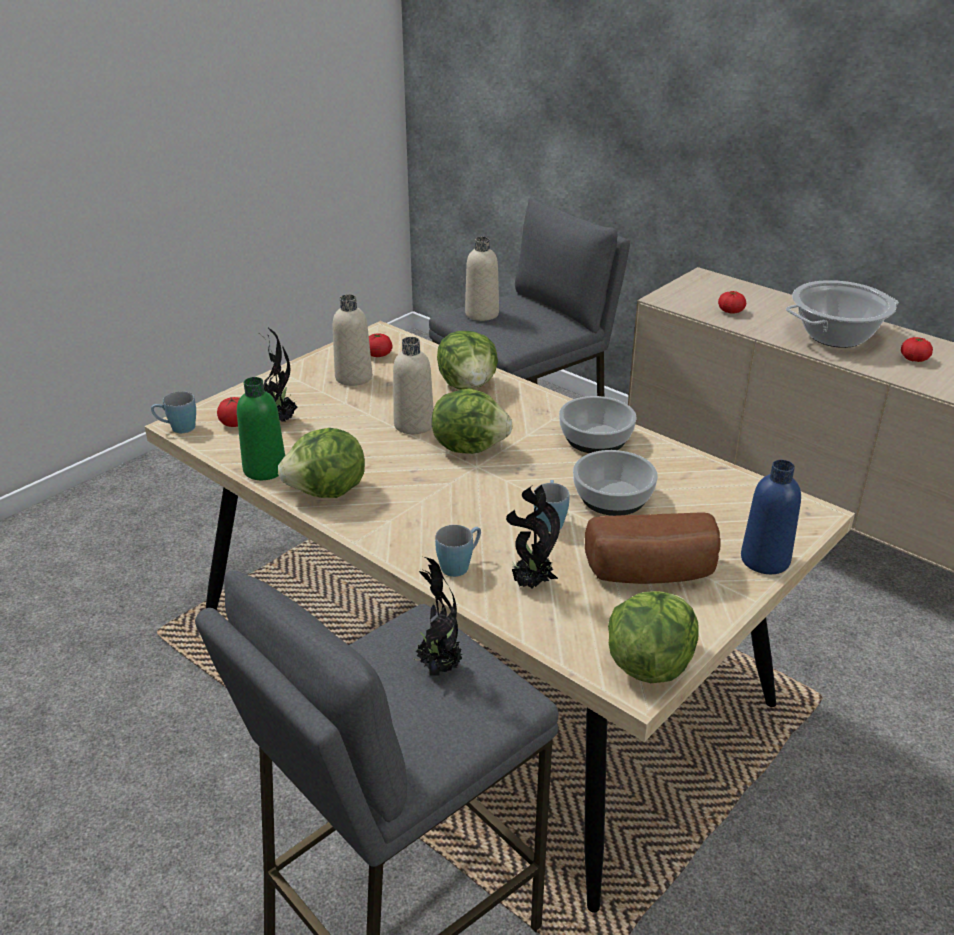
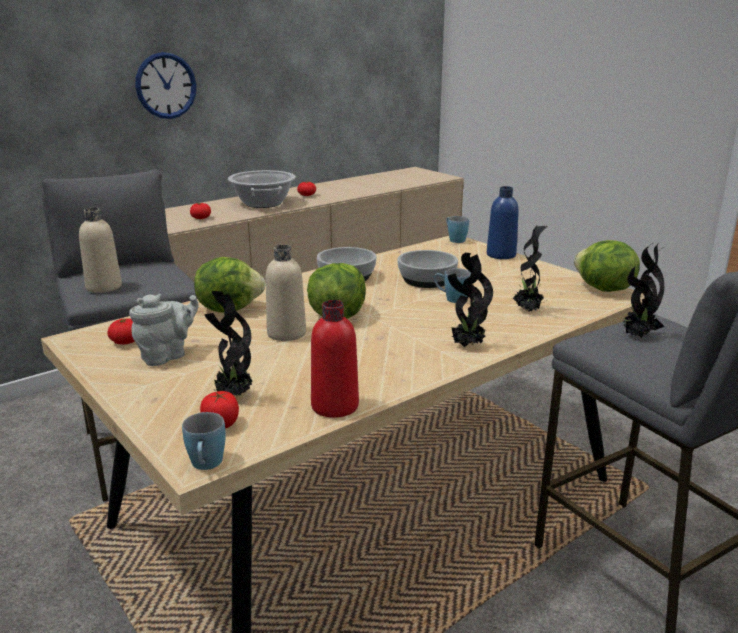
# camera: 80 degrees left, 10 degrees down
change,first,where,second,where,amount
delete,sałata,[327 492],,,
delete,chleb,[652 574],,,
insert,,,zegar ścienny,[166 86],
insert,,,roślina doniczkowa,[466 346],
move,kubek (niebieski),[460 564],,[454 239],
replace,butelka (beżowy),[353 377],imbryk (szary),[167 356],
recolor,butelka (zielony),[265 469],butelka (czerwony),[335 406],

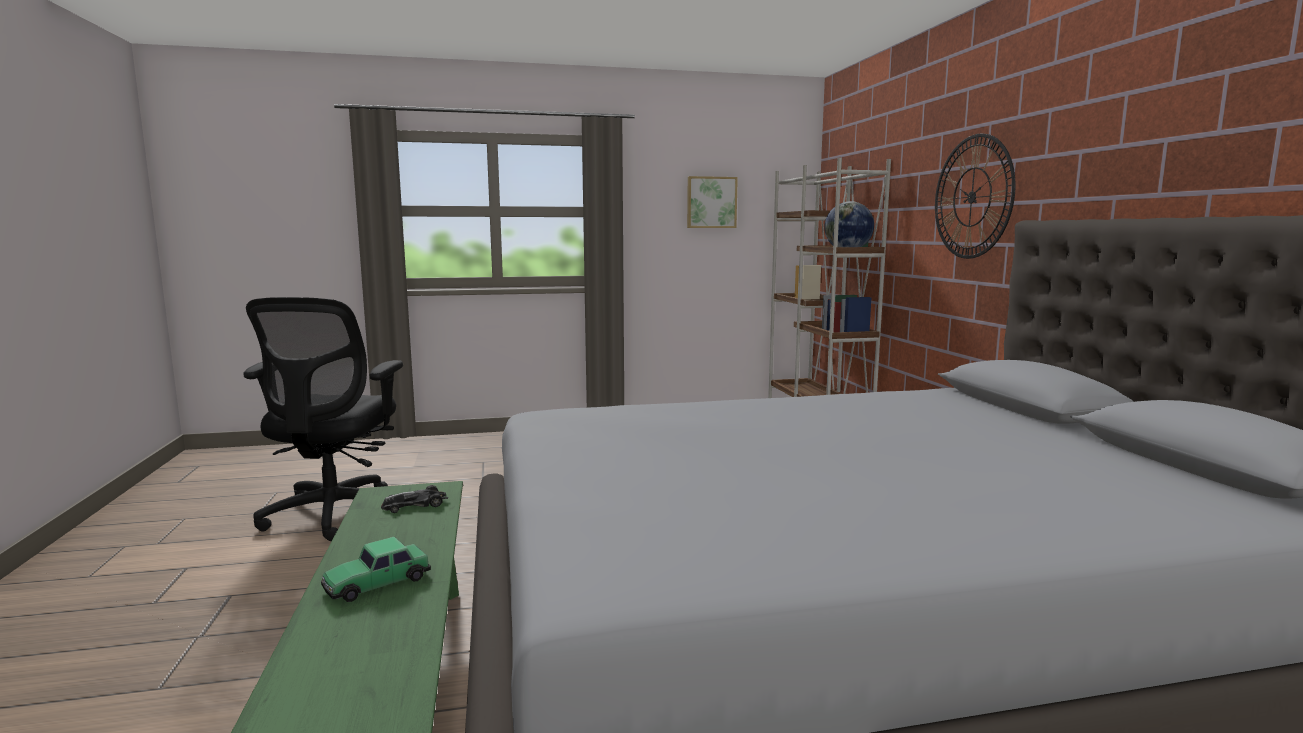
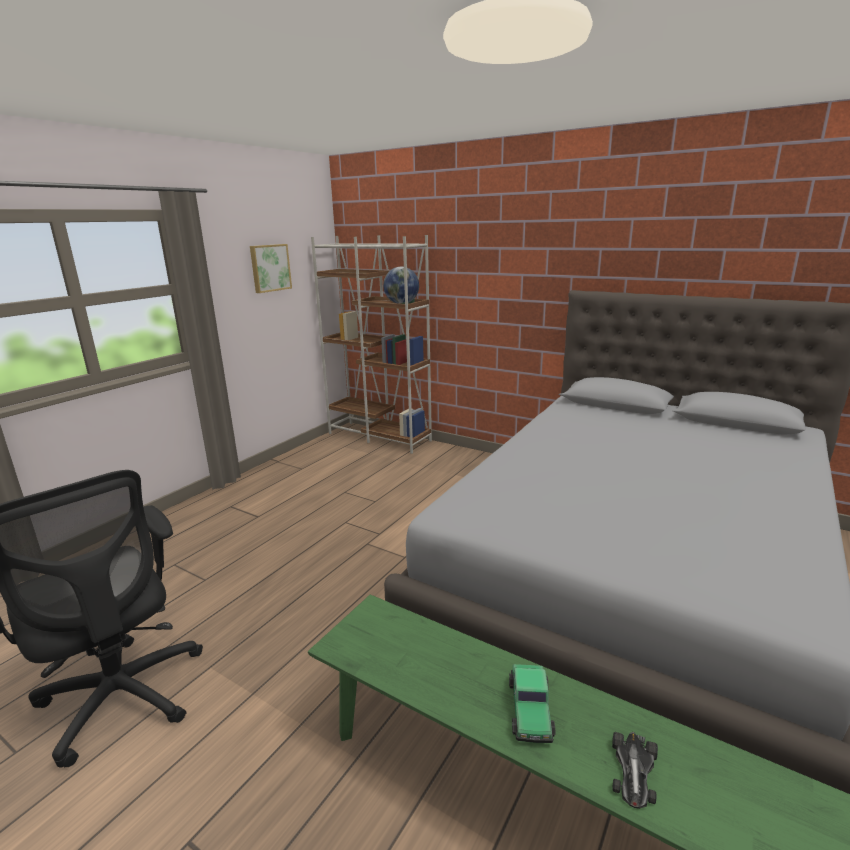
# camera: 45 degrees left, 10 degrees up
change,first,where,second,where,amount
delete,zegar ścienny,[972 197],,,
move,samochodzik,[415 504],,[633 771],

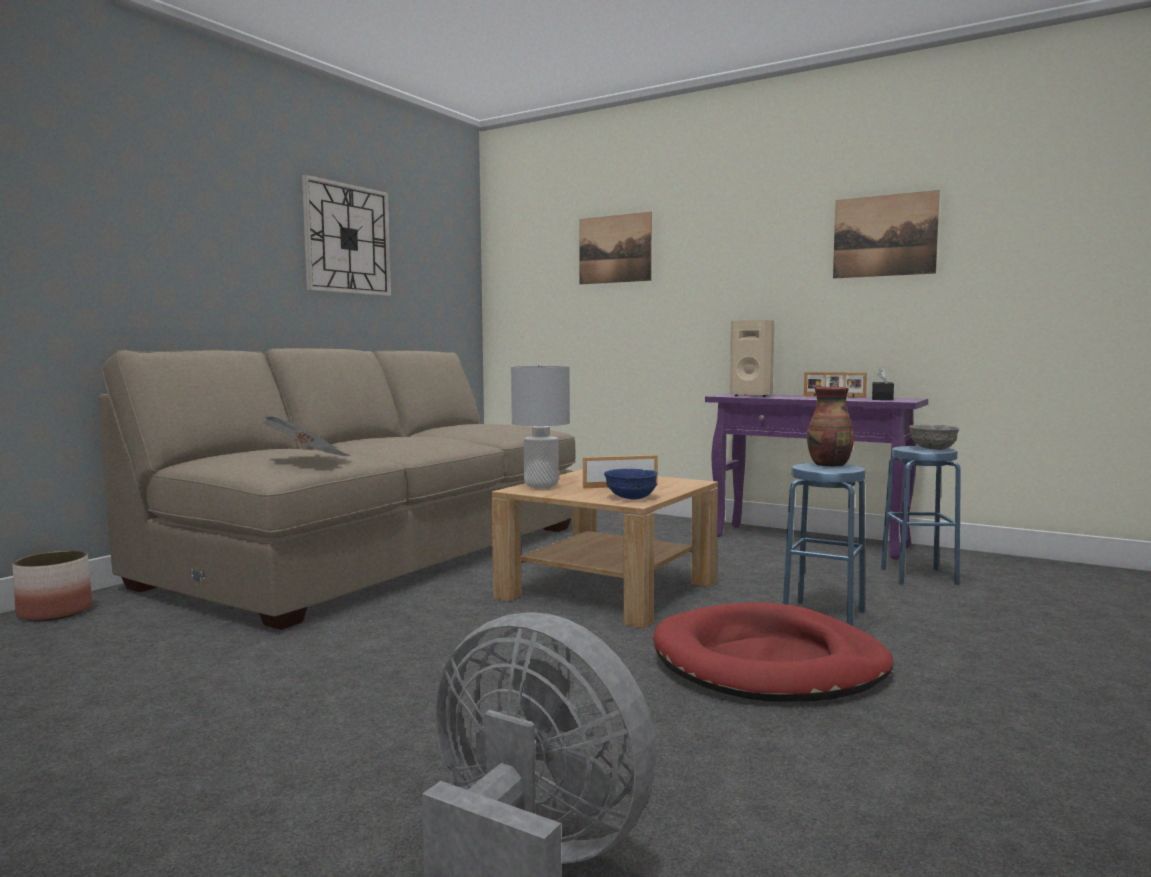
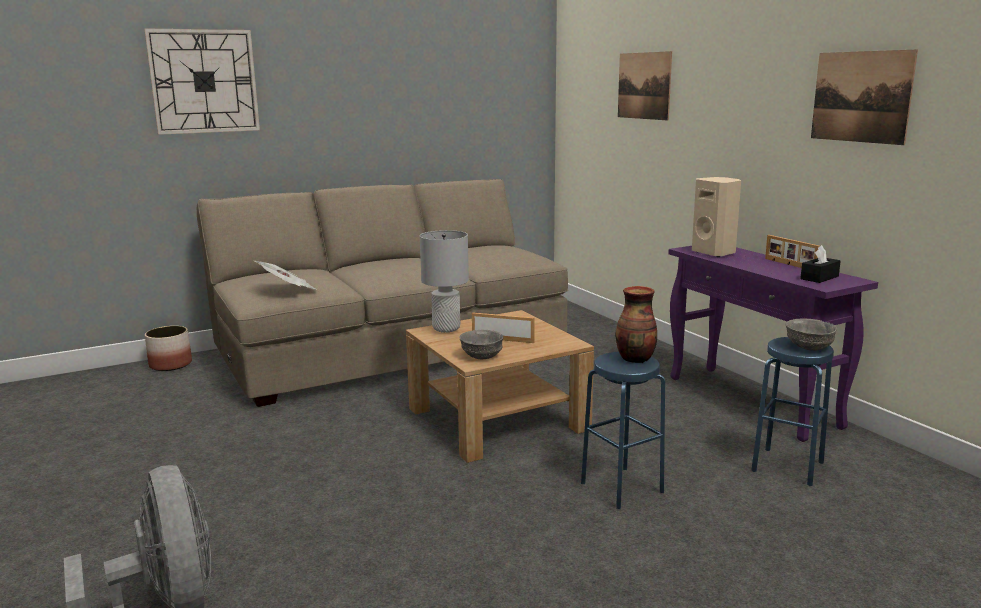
# camera: 30 degrees right, 10 degrees up
change,first,where,second,where,amount
delete,legowisko (czerwony),[769 663],,,
move,zegar ścienny,[347 239],,[204 81],
recolor,miska (niebieski),[631 497],miska (szary),[482 356],

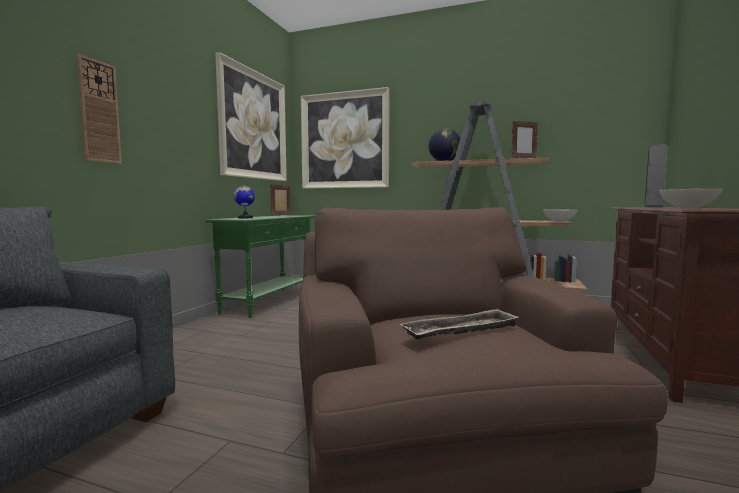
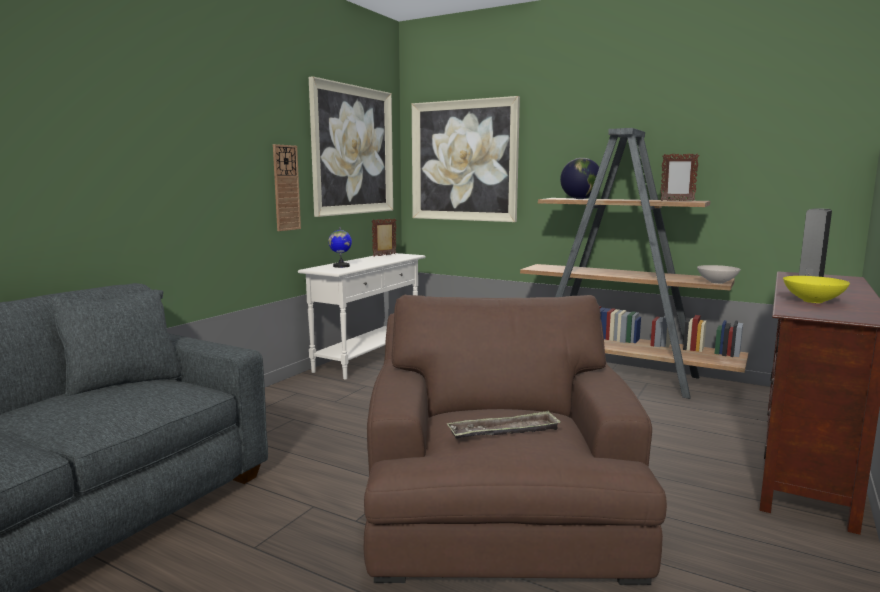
# camera: 10 degrees right, 5 degrees up
change,first,where,second,where,amount
move,zegar ścienny,[99 112],,[286 188],
recolor,stolik konsolowy (zielony),[269 302],stolik konsolowy (biały),[369 358],
recolor,miska (biały),[688 208],miska (żółty),[813 301],

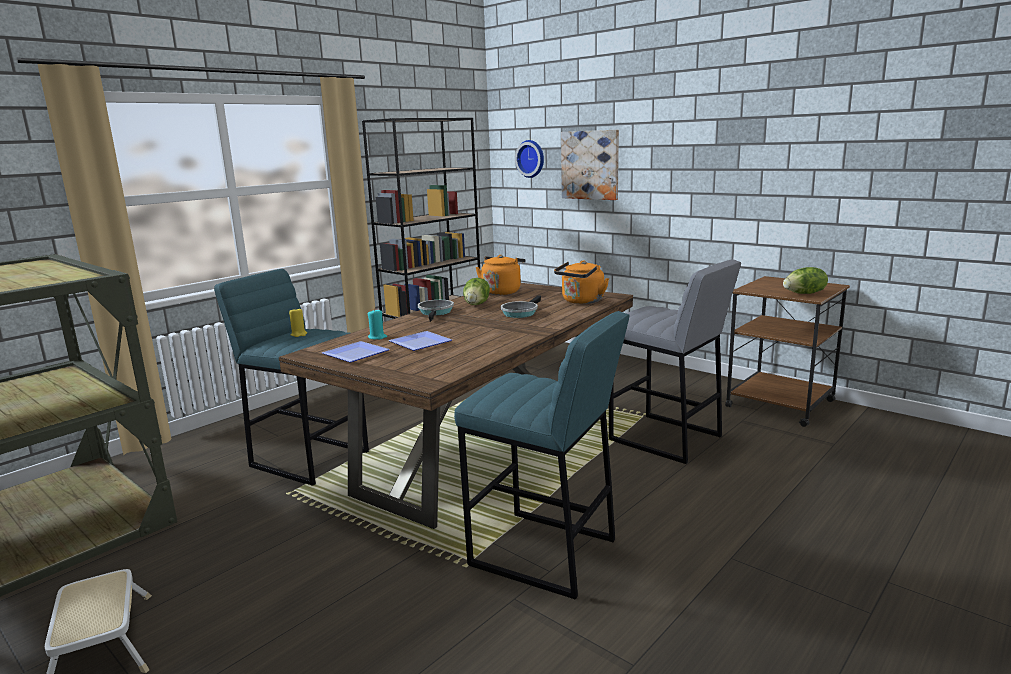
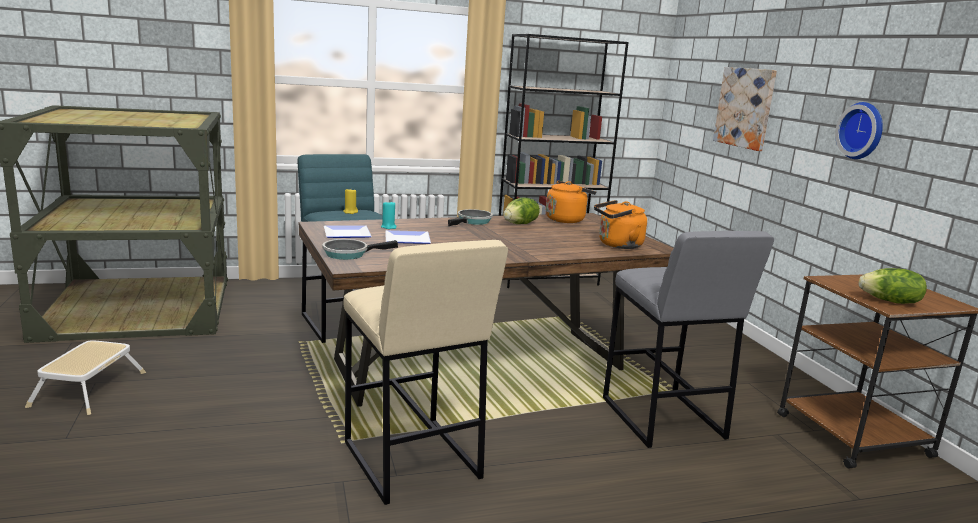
# camera: 30 degrees right, 0 degrees up
change,first,where,second,where,amount
move,patelnia,[520 313],,[349 254],
move,zegar ścienny,[531 158],,[863 131],
recolor,stołek (turkusowy),[546 553],stołek (beżowy),[413 462],

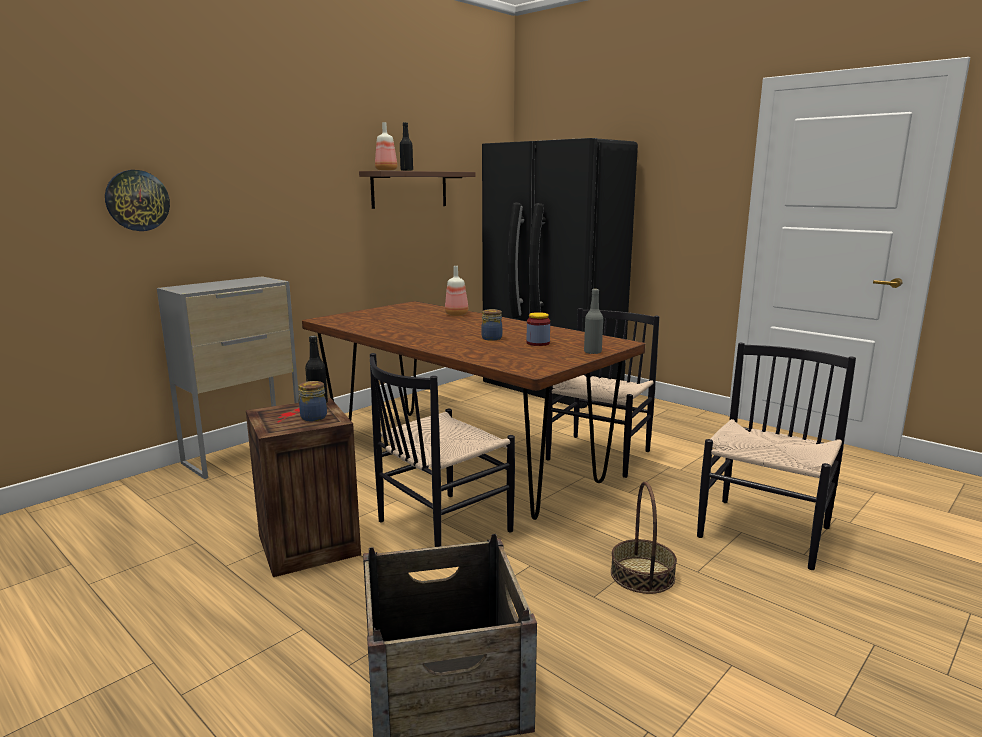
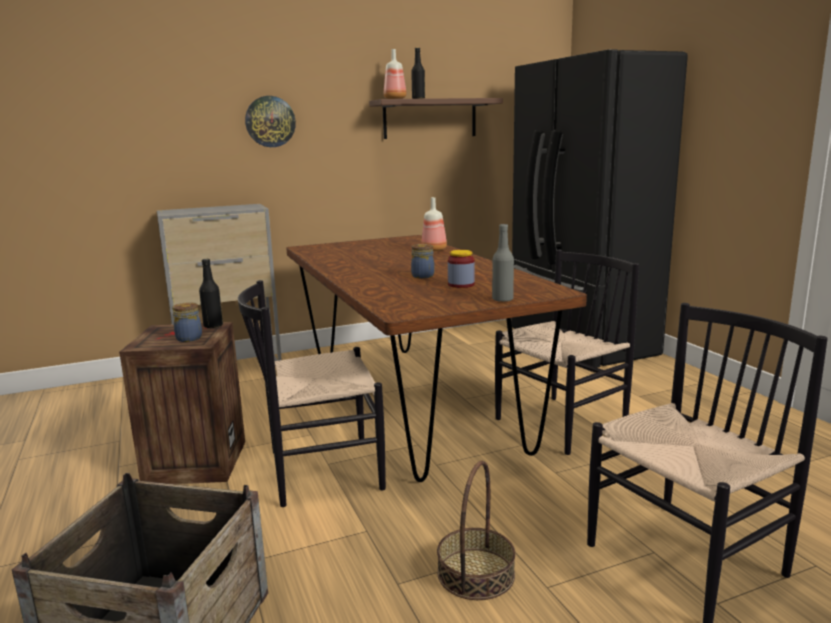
# camera: 25 degrees right, 0 degrees up
change,first,where,second,where,amount
move,zegar ścienny,[137 200],,[270 121],

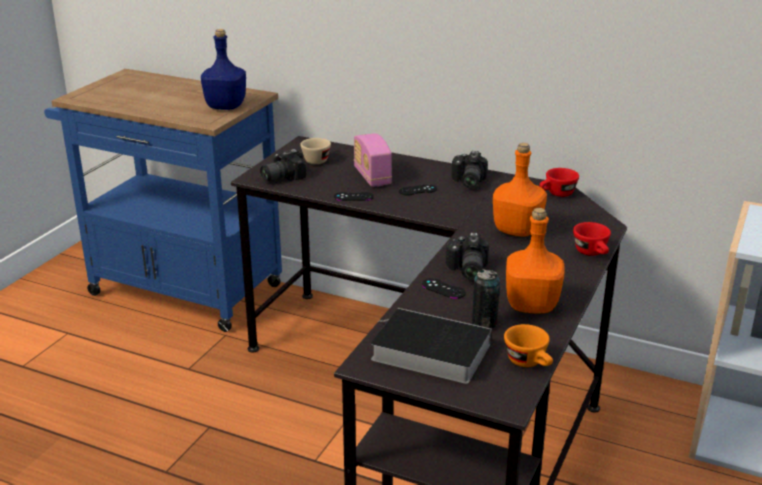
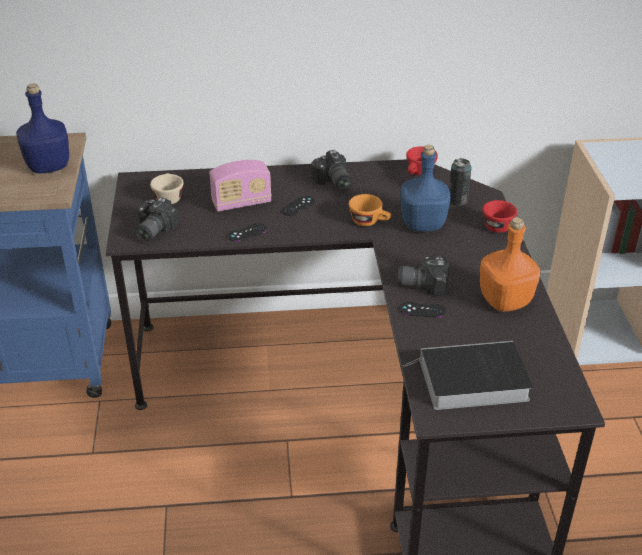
# camera: 30 degrees left, 10 degrees up
change,first,where,second,where,amount
move,puszka,[484 323],,[457 200],
move,filiżanka (pomarańczowy),[529 363],,[369 222],
recolor,butelka (pomarańczowy),[518 230],butelka (niebieski),[423 224],
rotate,radio,[372 177],,[241 203],60 degrees counterclockwise
rotate,aparat fotograficzny,[466 270],,[422 283],120 degrees clockwise

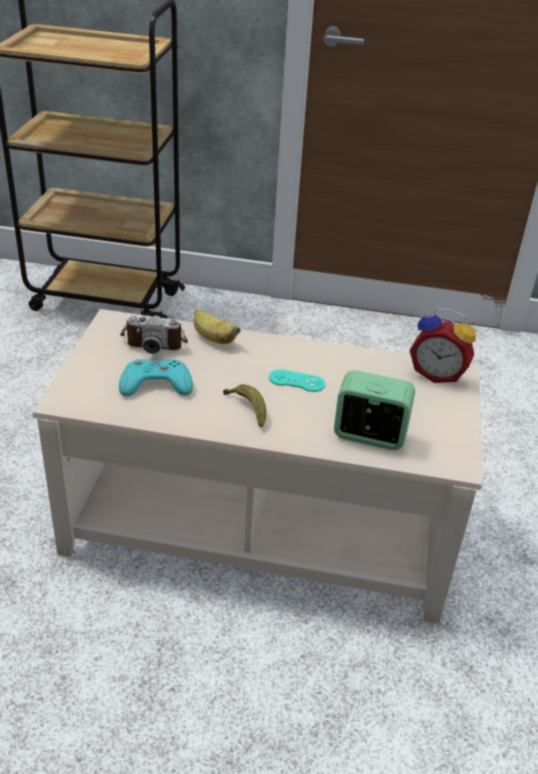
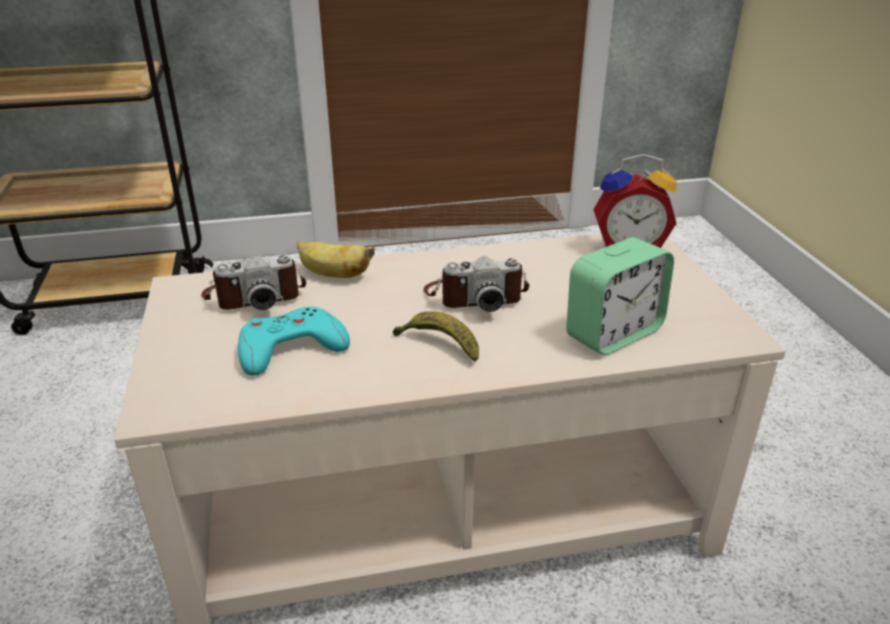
# camera: 20 degrees left, 5 degrees down
change,first,where,second,where,amount
replace,pad do gier (turkusowy),[296 381],aparat fotograficzny,[475 296],
rotate,budzik,[369 436],,[613 333],150 degrees clockwise

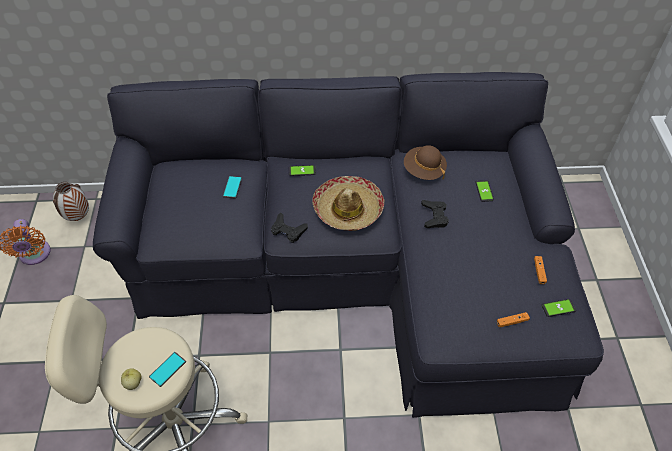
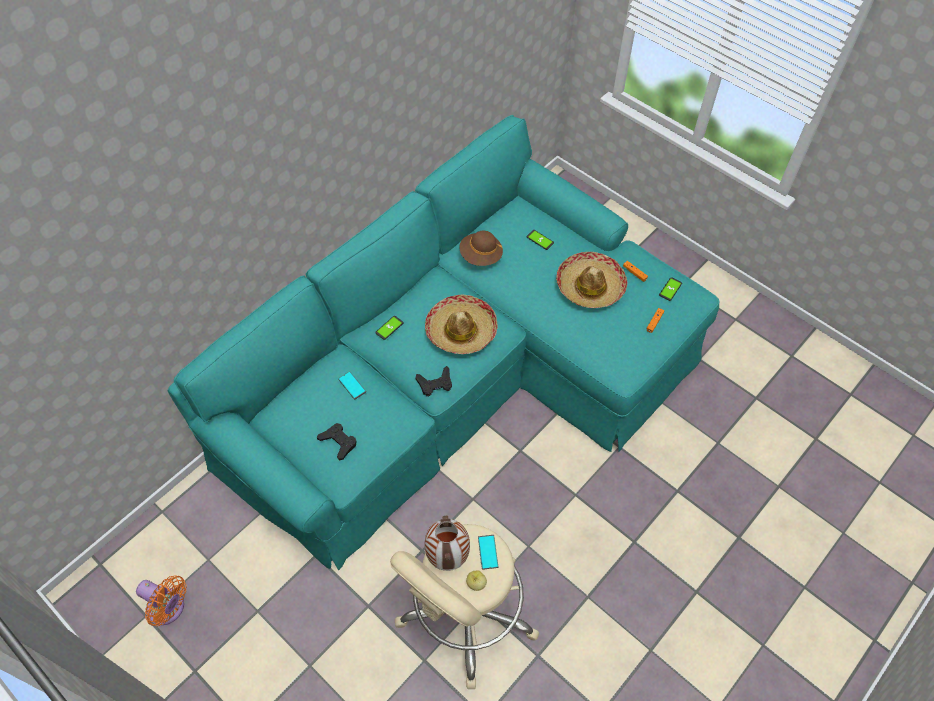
# camera: 45 degrees left, 5 degrees up
change,first,where,second,where,amount
insert,,,kapelusz,[590 286],
move,wazon,[78 217],,[448 557],
move,pad do gier (czarny),[434 216],,[338 442],
recolor,kanapa (czarny),[359 265],kanapa (turkusowy),[463 376],

